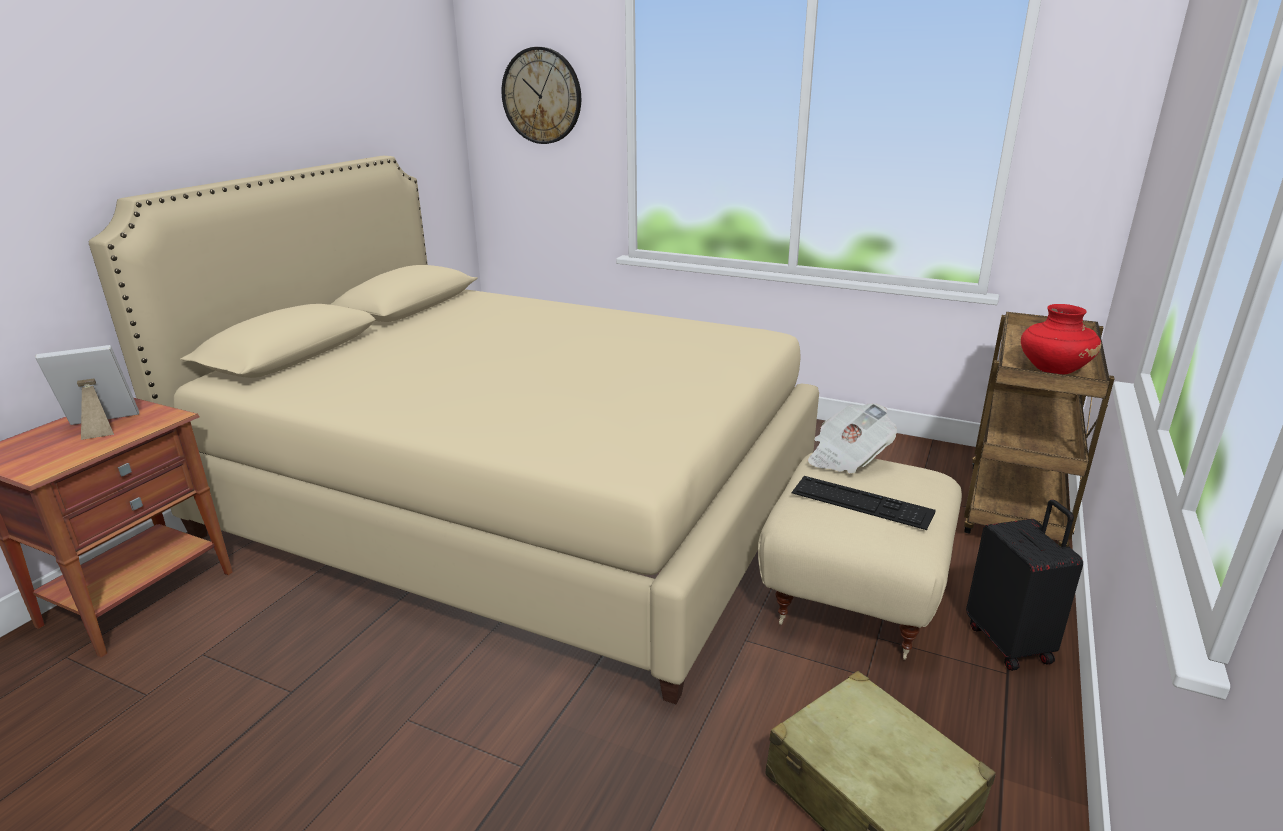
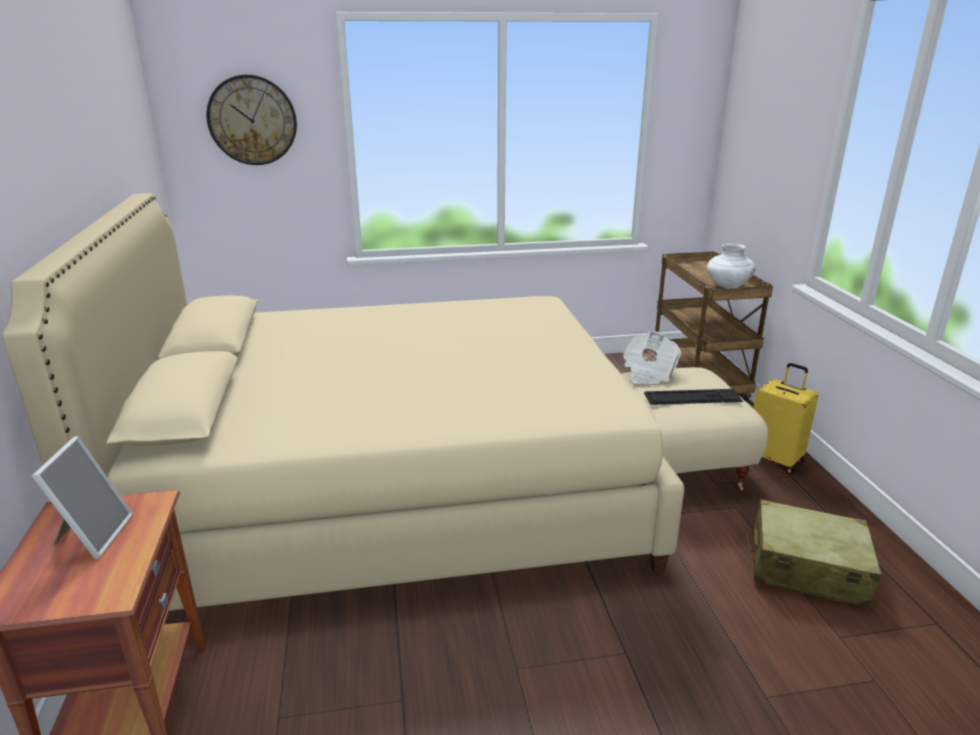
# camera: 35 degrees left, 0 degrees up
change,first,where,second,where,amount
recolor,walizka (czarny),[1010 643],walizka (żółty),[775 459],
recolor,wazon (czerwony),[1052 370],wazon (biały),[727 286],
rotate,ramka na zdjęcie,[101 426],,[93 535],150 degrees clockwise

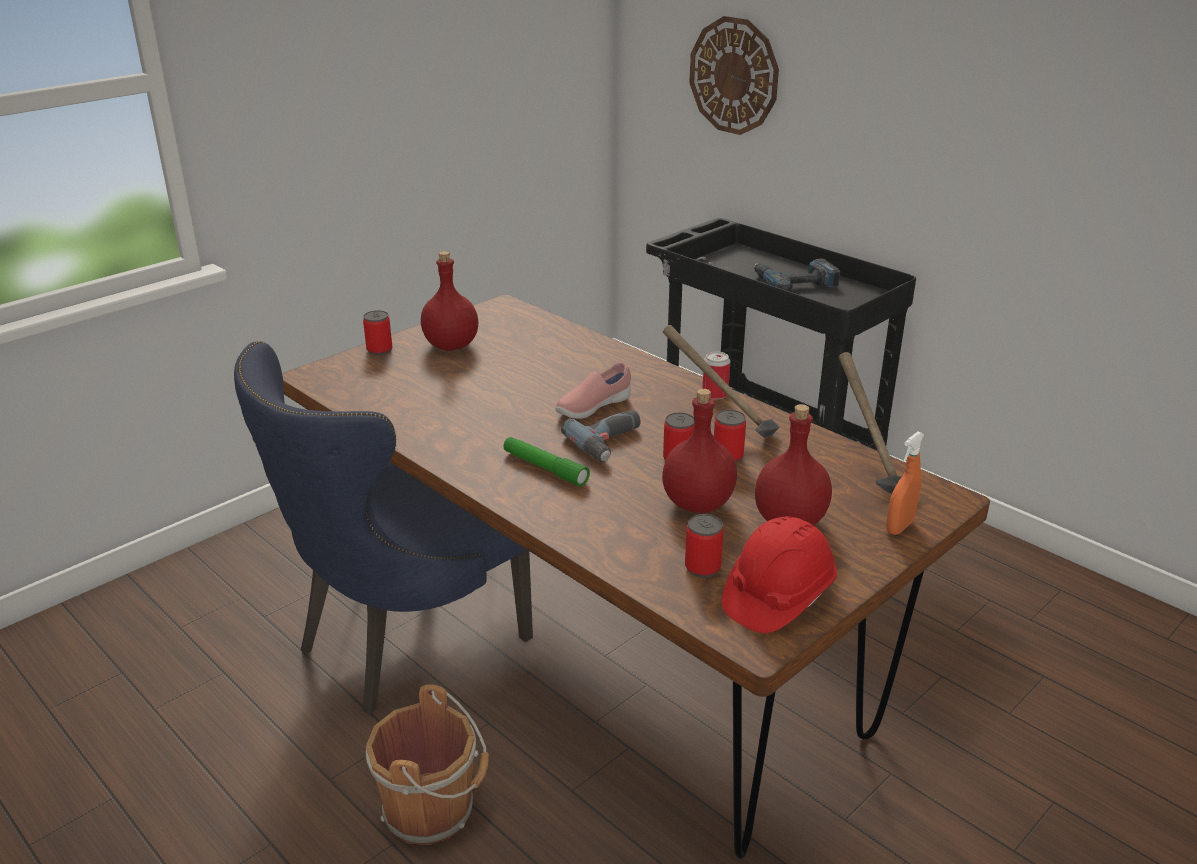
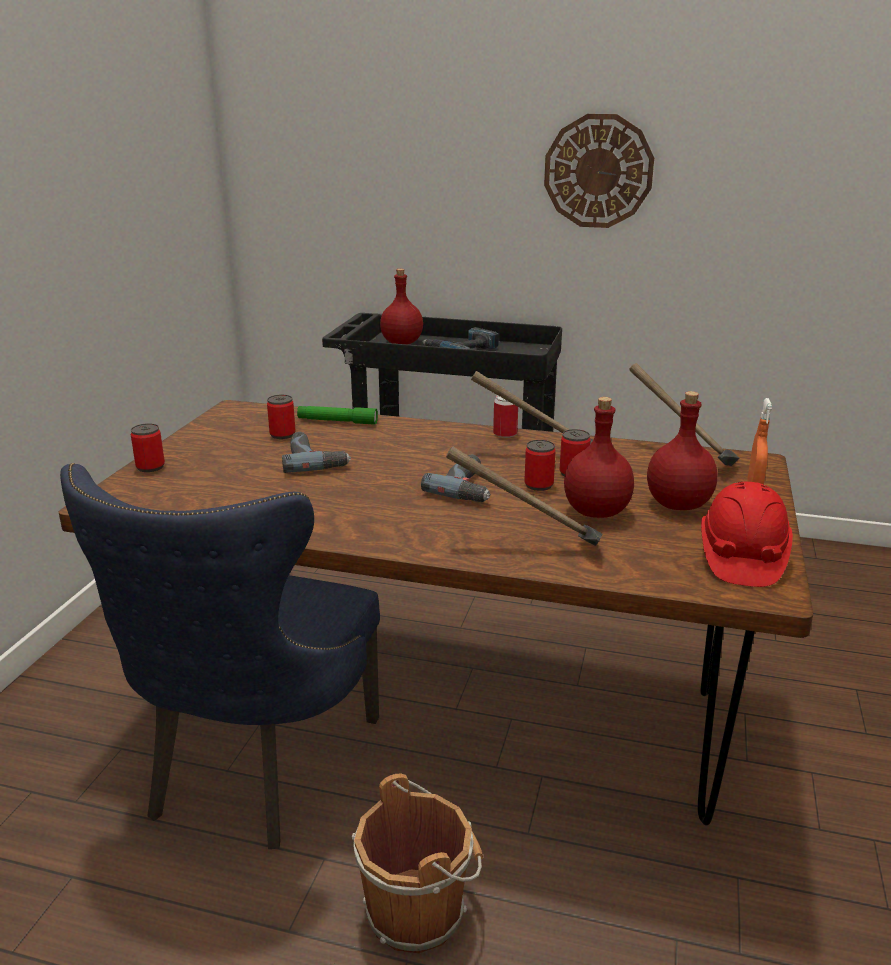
# camera: 30 degrees left, 5 degrees down
change,first,where,second,where,amount
delete,but (różowy),[592 408],,,
insert,,,wiertarka,[315 459],
insert,,,młotek,[530 546],
move,butelka (czerwony),[451 345],,[401 343],
move,latarka (zielony),[545 468],,[337 421],
move,puszka,[702 568],,[282 434],
move,zegar ścienny,[734 76],,[598 171],

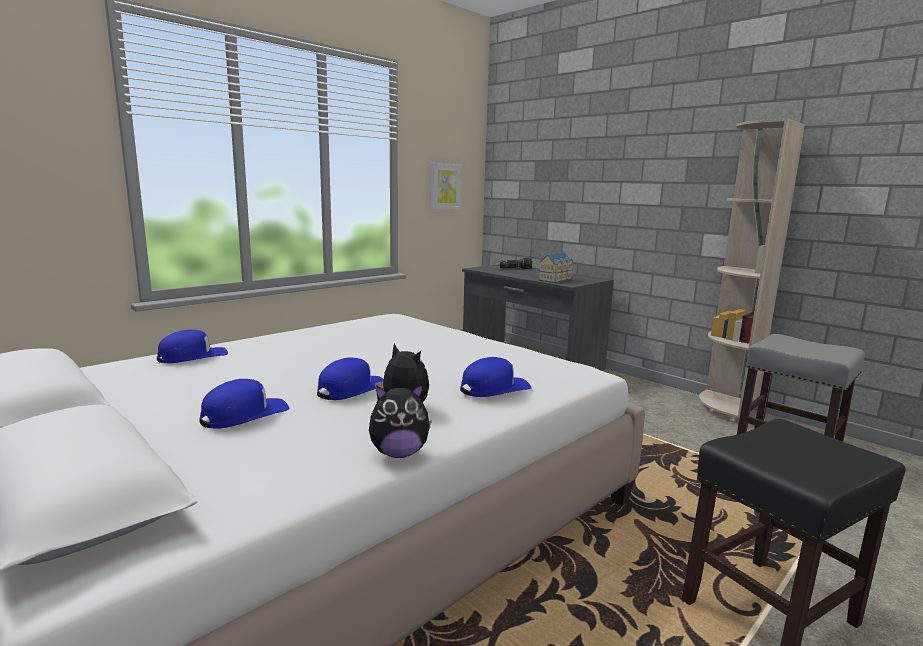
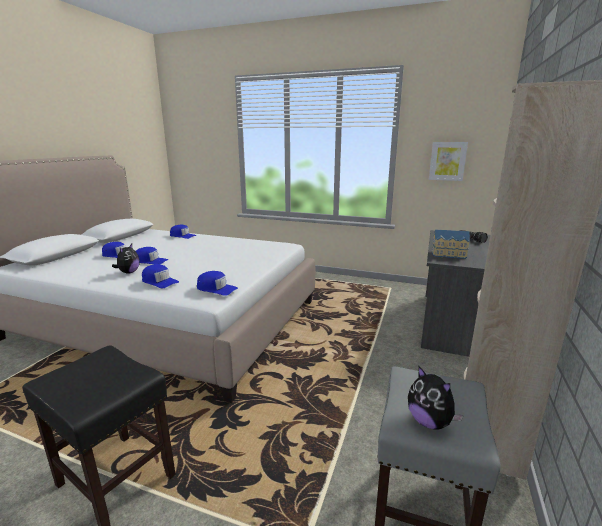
# camera: 65 degrees right, 5 degrees up
change,first,where,second,where,amount
insert,,,czapka z daszkiem (niebieski),[216 289],
move,pluszak,[399 453],,[429 421],

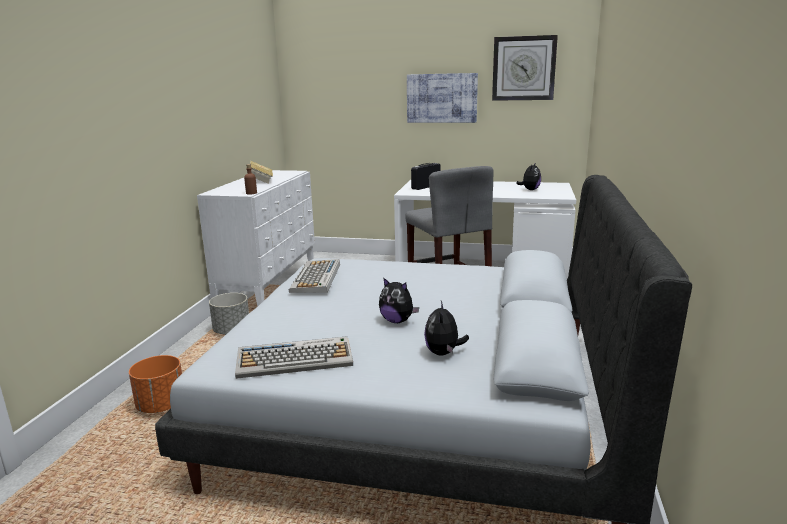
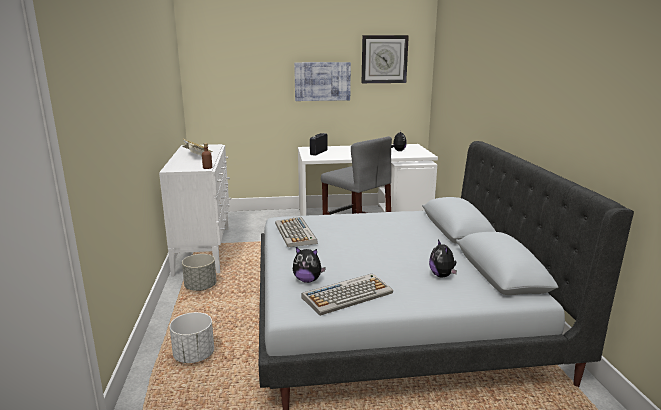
# camera: 20 degrees left, 0 degrees up
change,first,where,second,where,amount
move,pluszak,[397 321],,[307 280],
recolor,donica (pomarańczowy),[162 406],donica (biały),[194 356],

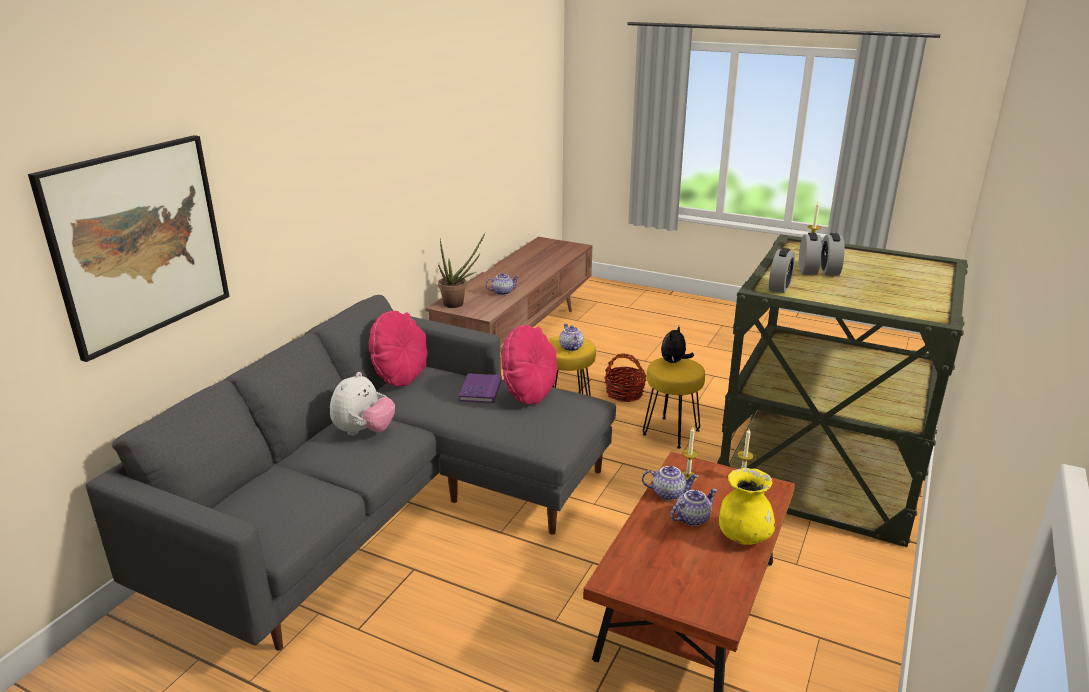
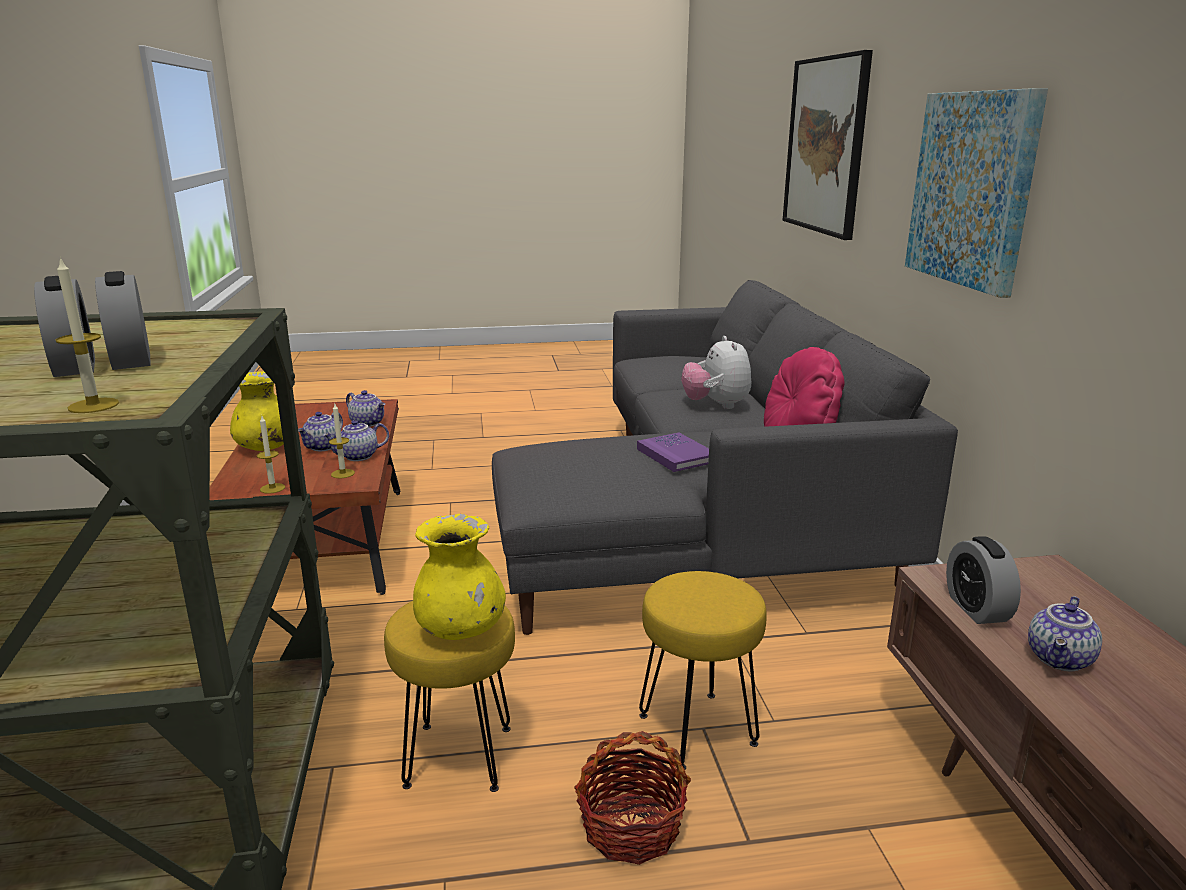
# camera: 145 degrees right, 5 degrees down
change,first,where,second,where,amount
delete,roślina doniczkowa,[458 304],,,
delete,poduszka (różowy),[530 395],,,
insert,,,obraz,[972 189],
move,imbryk,[570 347],,[368 423],
move,budzik,[779 287],,[976 609],
replace,pluszak,[674 362],wazon (żółty),[461 630],

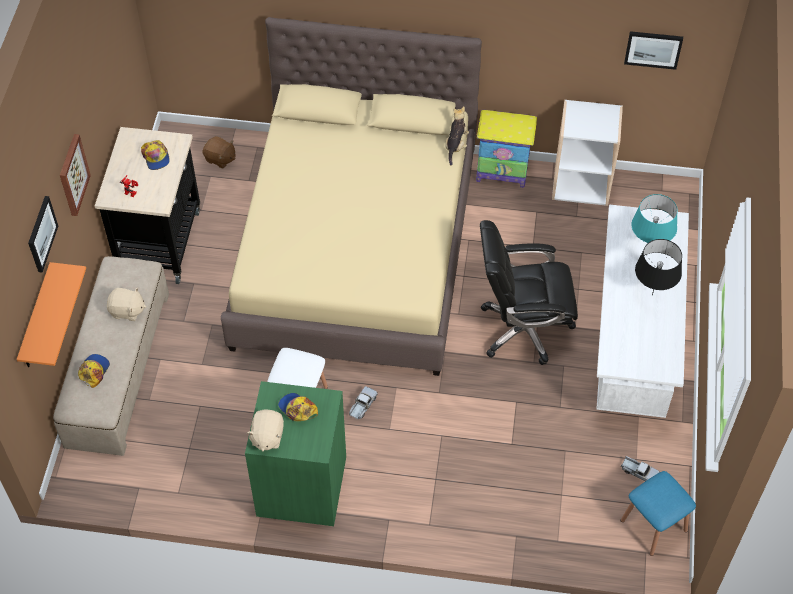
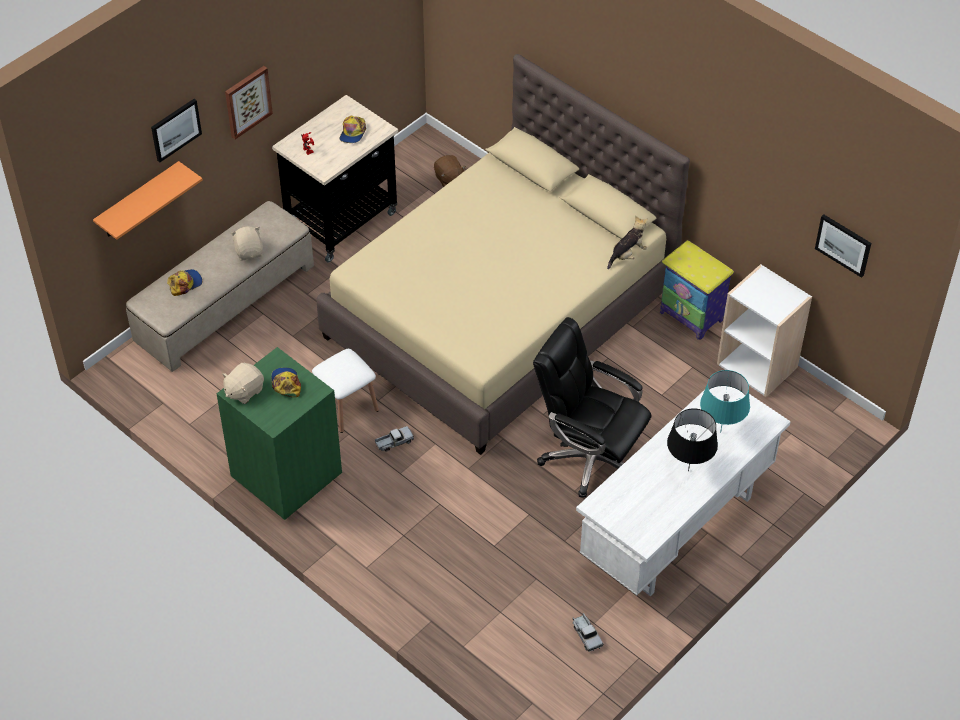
# camera: 35 degrees right, 5 degrees down
change,first,where,second,where,amount
delete,stołek (niebieski),[653 525],,,
rotate,pluszak (beżowy),[127 311],,[249 251],150 degrees counterclockwise

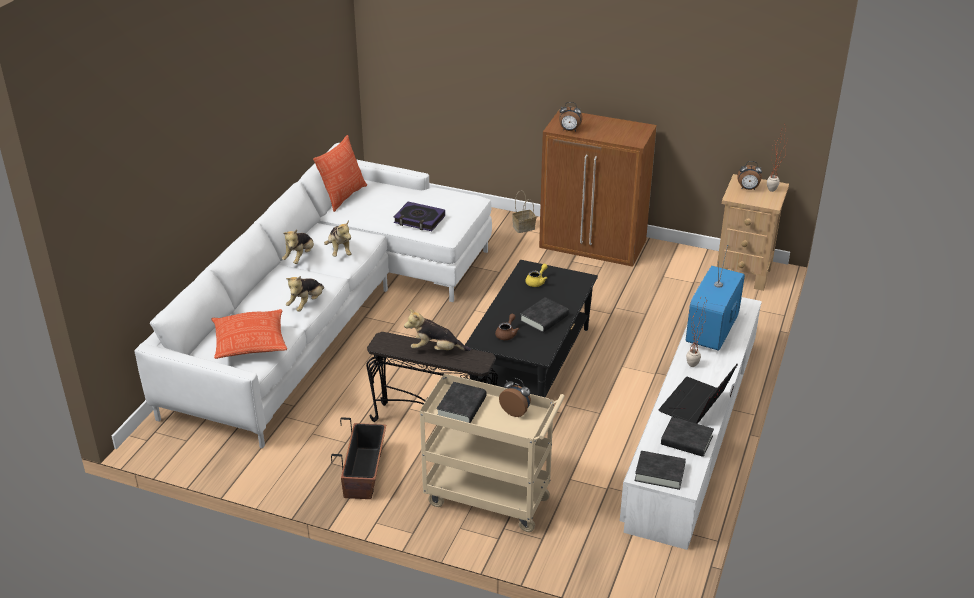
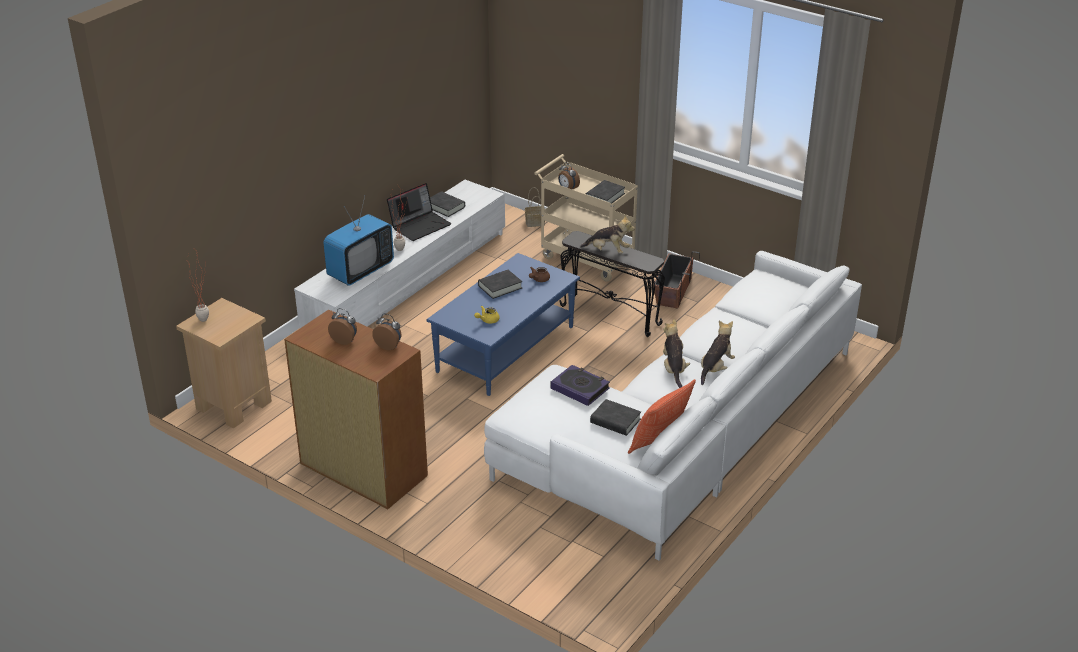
# camera: 165 degrees left, 0 degrees up
change,first,where,second,where,amount
delete,poduszka (pomarańczowy),[250 344],,,
delete,pluszak,[306 304],,,
move,koszyk,[524 227],,[534 223],
move,książka (czarny),[659 473],,[615 421],
move,budzik,[748 189],,[345 340],
recolor,ława (czarny),[532 363],ława (niebieski),[505 349],

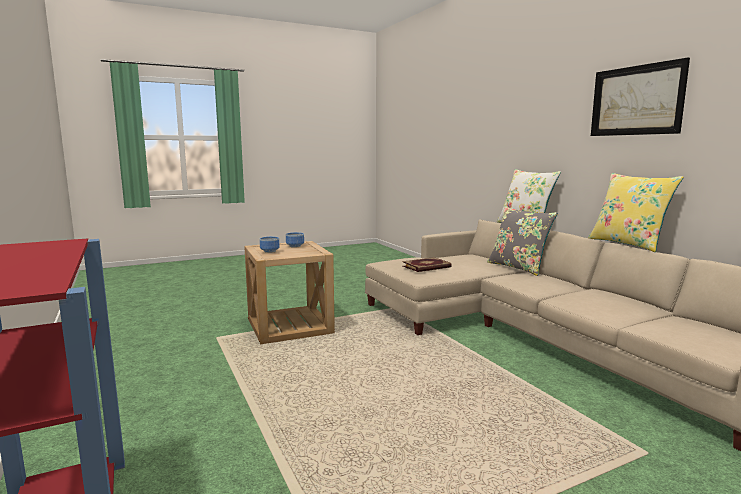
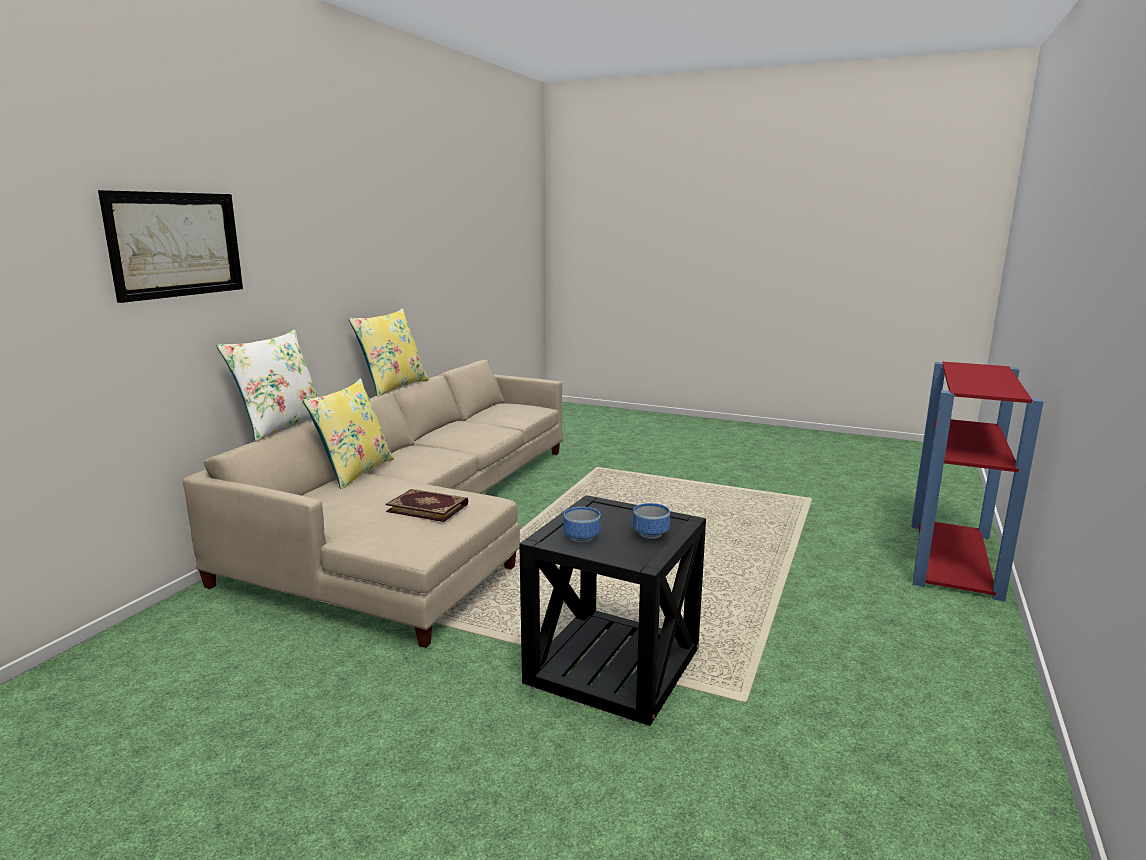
# camera: 130 degrees left, 5 degrees up
change,first,where,second,where,amount
move,obraz,[636 100],,[175 244],
recolor,stolik (beżowy),[289 326],stolik (czarny),[613 665],
recolor,poduszka (szary),[518 267],poduszka (żółty),[354 472],

